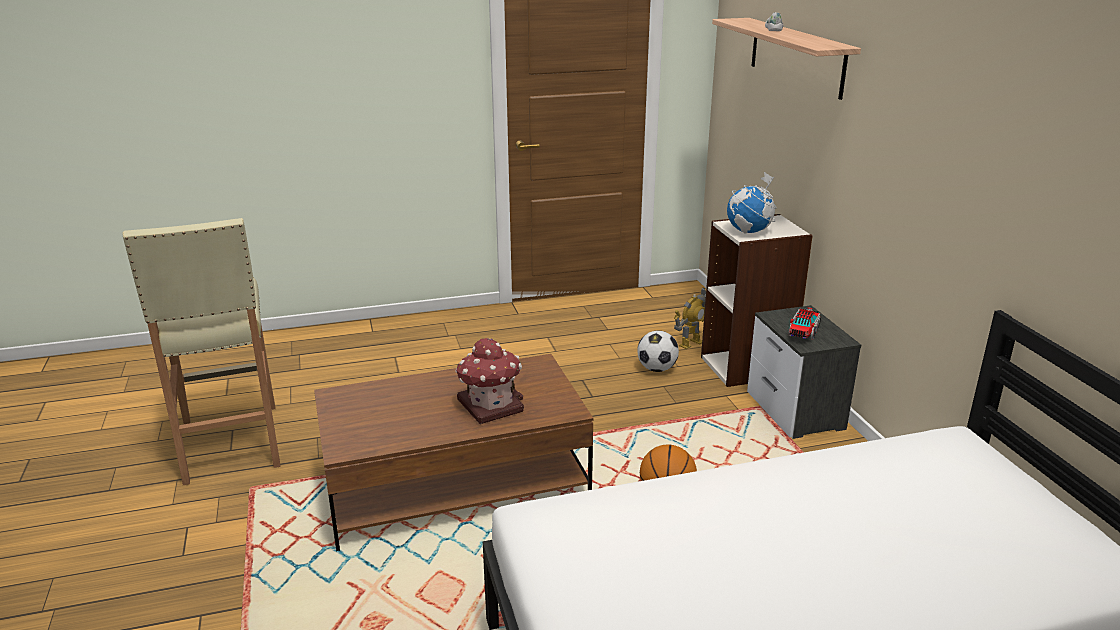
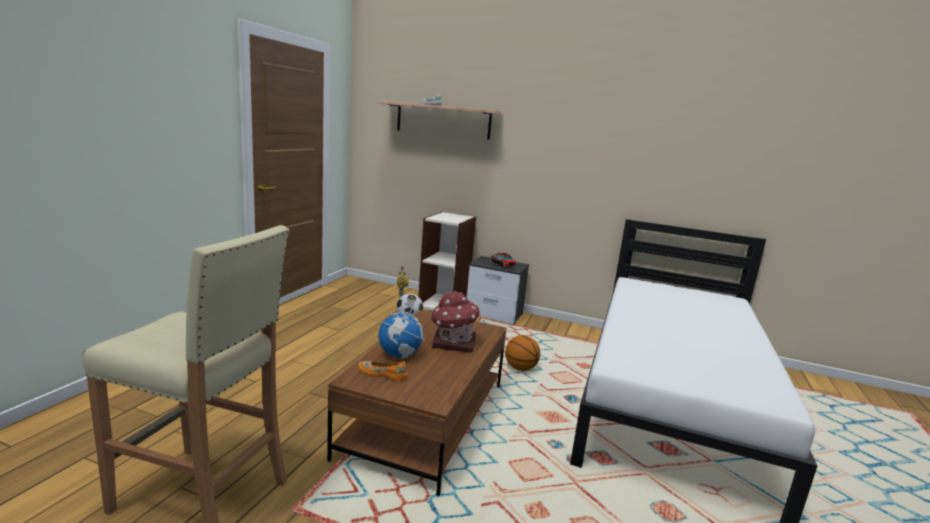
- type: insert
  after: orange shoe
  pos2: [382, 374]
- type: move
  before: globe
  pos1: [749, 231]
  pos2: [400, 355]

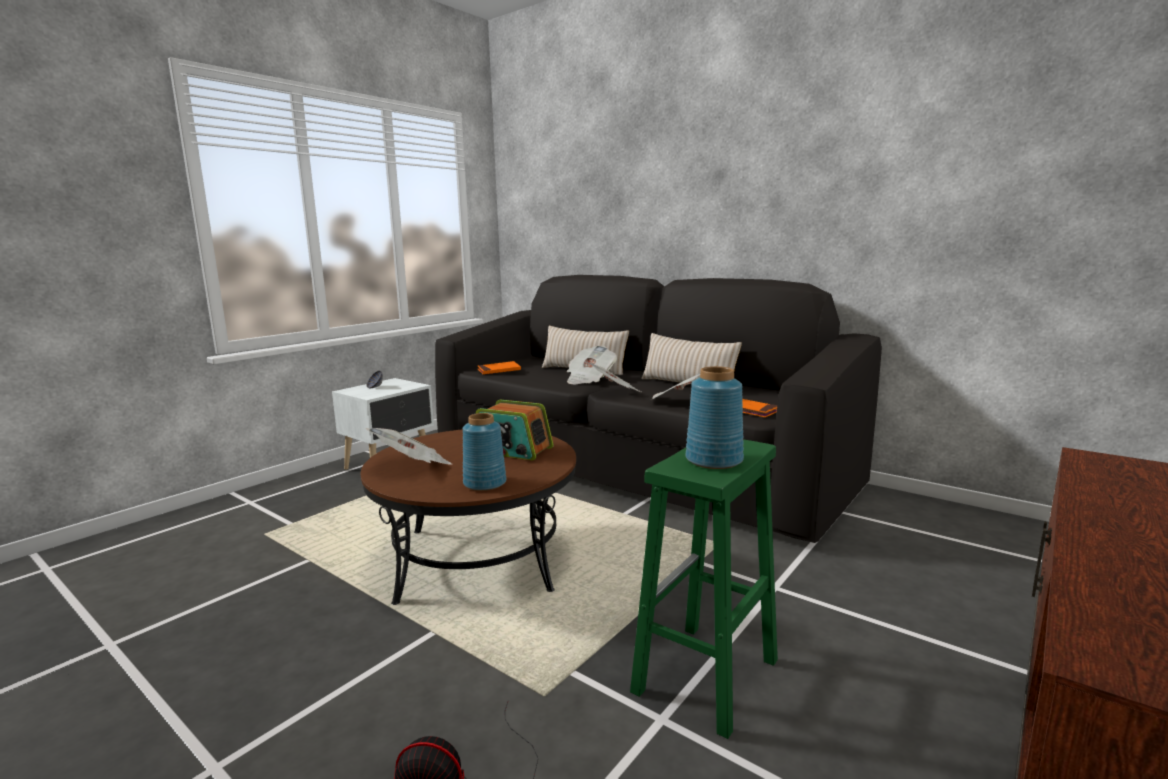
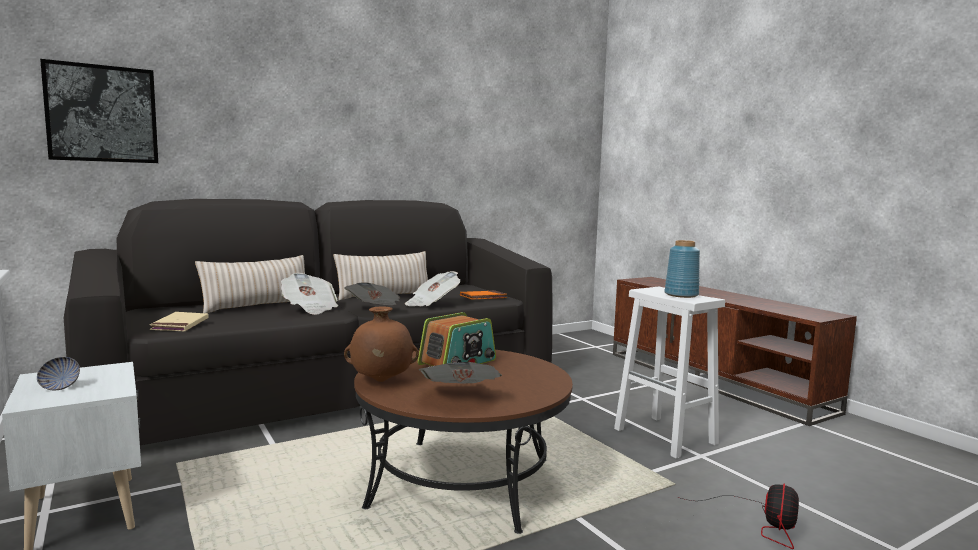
- type: insert
  after: picture
  pos2: [102, 114]
- type: recolor
  before: orange book
  after: beige book
  pos1: [499, 370]
  pos2: [180, 325]
- type: insert
  after: brown vase
  pos2: [381, 381]
- type: recolor
  before: green stool
  after: white stool
  pos1: [705, 677]
  pos2: [666, 437]
- type: delete
  before: blue vase
  pos1: [484, 483]

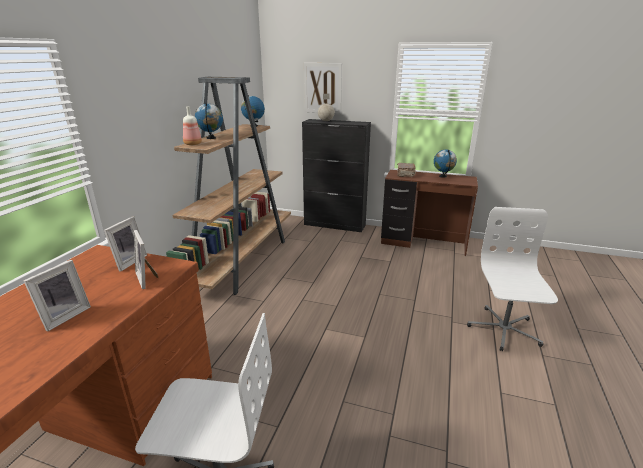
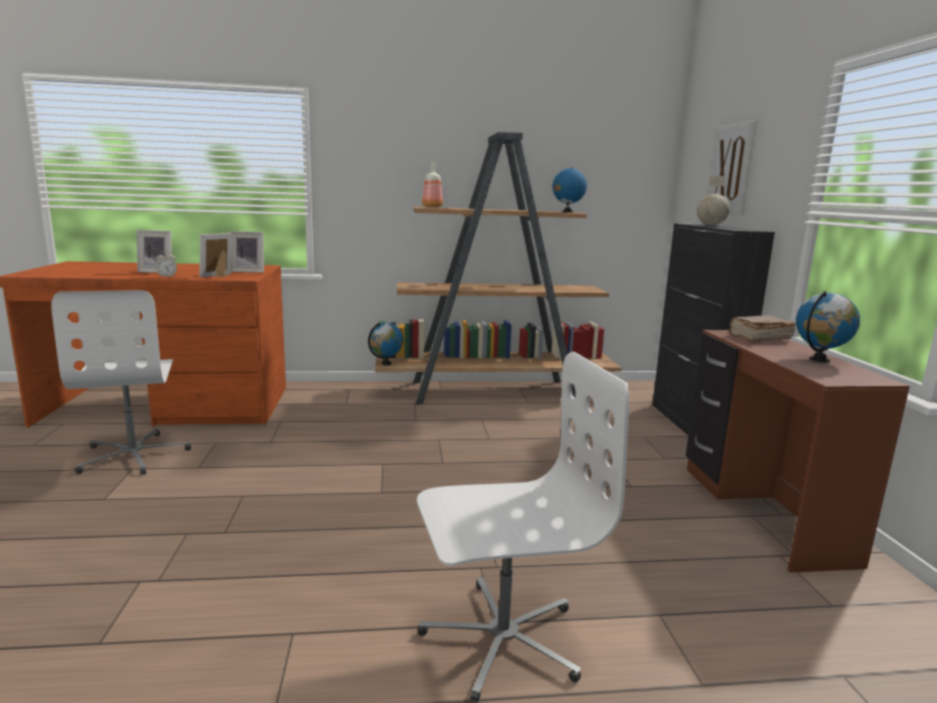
- type: insert
  after: alarm clock
  pos2: [167, 277]
- type: move
  before: globe
  pos1: [211, 138]
  pos2: [386, 363]

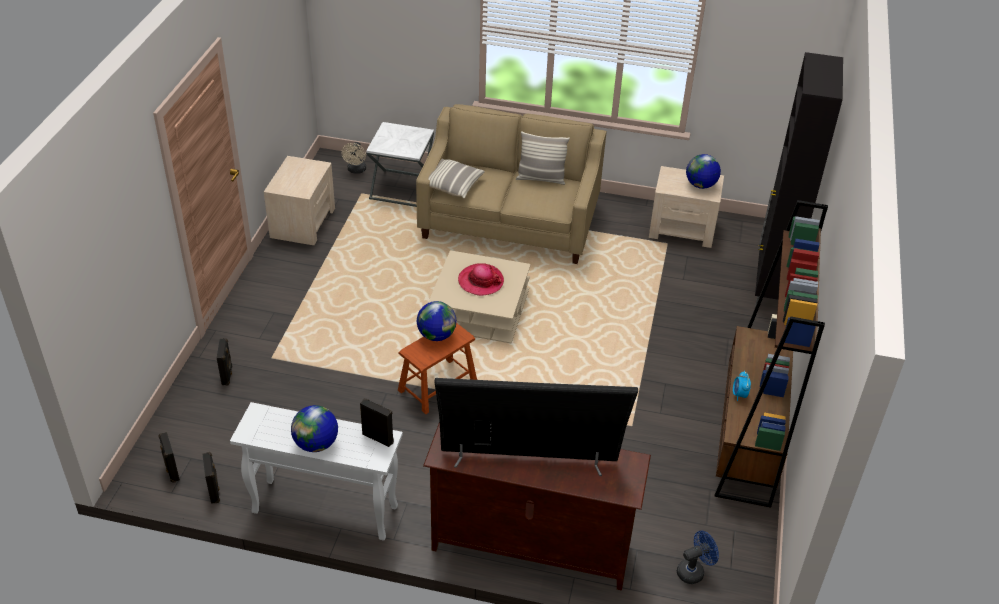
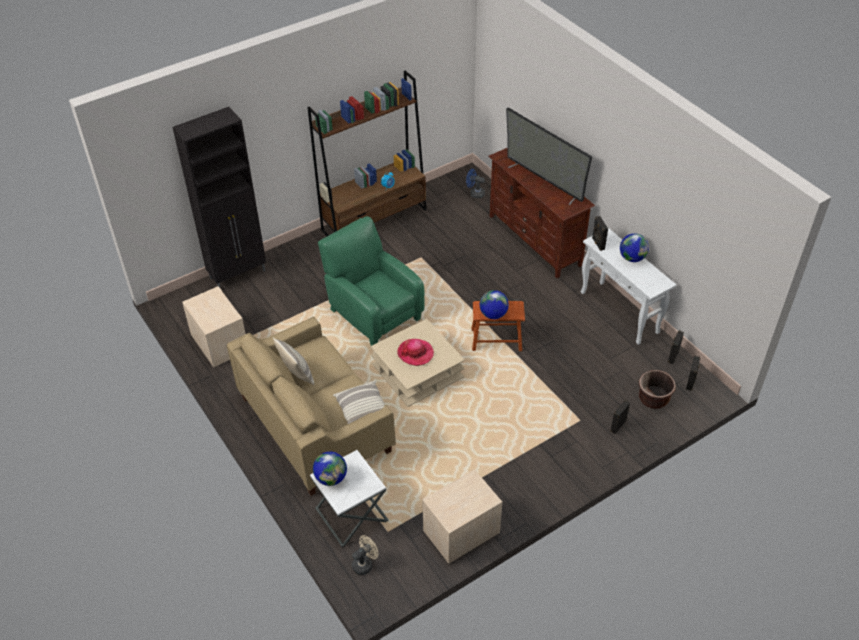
- type: move
  before: globe
  pos1: [700, 185]
  pos2: [331, 478]
- type: insert
  after: green armchair
  pos2: [373, 312]
- type: insert
  after: brown planter
  pos2: [653, 399]

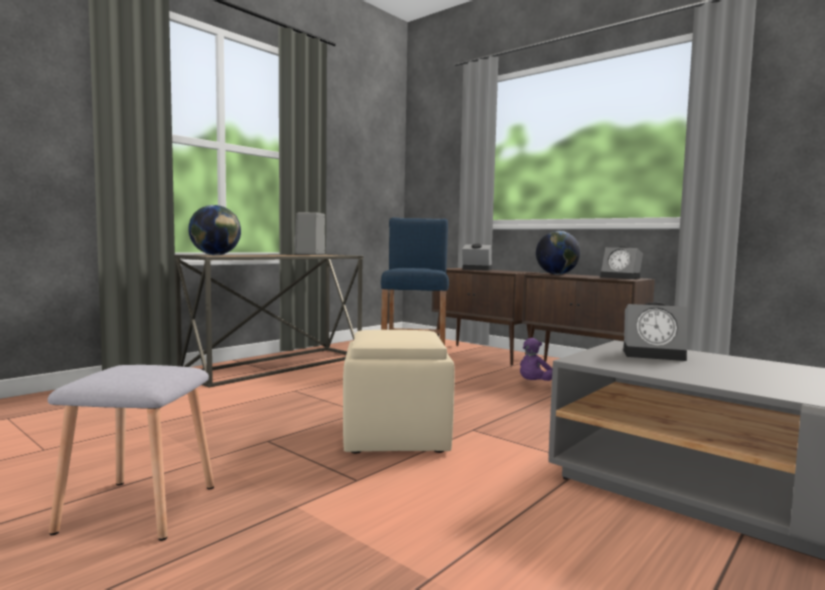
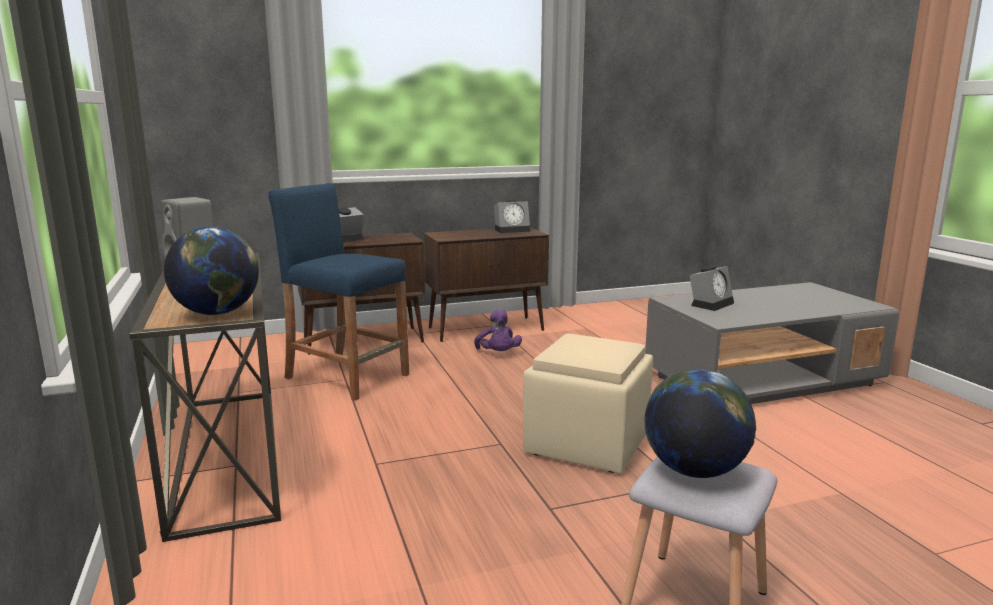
- type: move
  before: globe
  pos1: [557, 274]
  pos2: [694, 471]

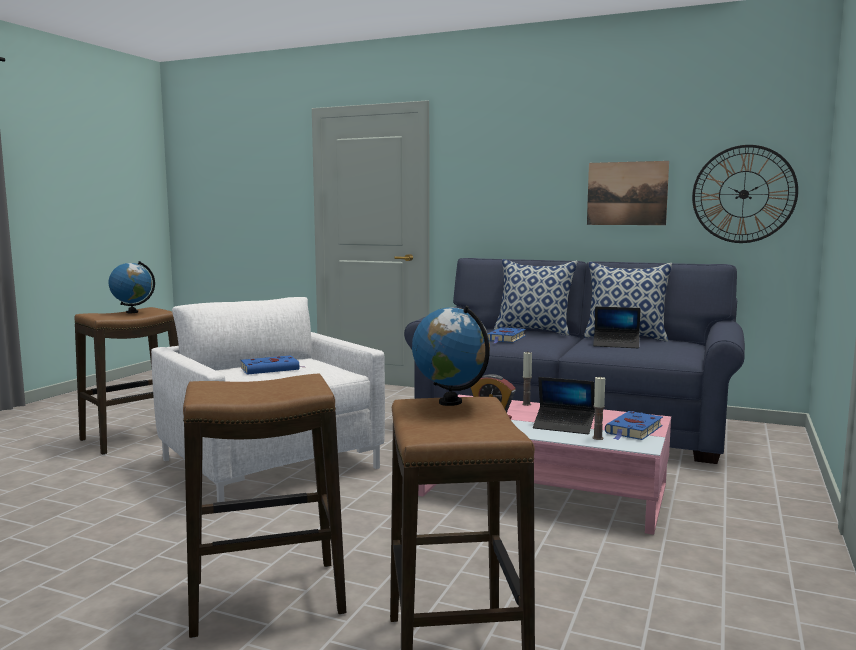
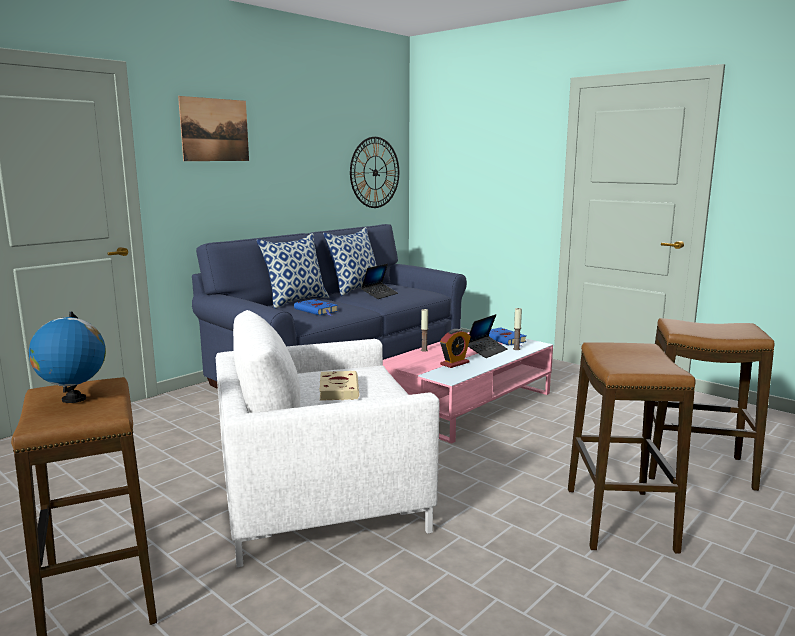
- type: move
  before: picture
  pos1: [627, 193]
  pos2: [215, 130]
- type: recolor
  before: blue book
  after: beige book
  pos1: [271, 369]
  pos2: [338, 389]
- type: delete
  before: globe
  pos1: [451, 402]

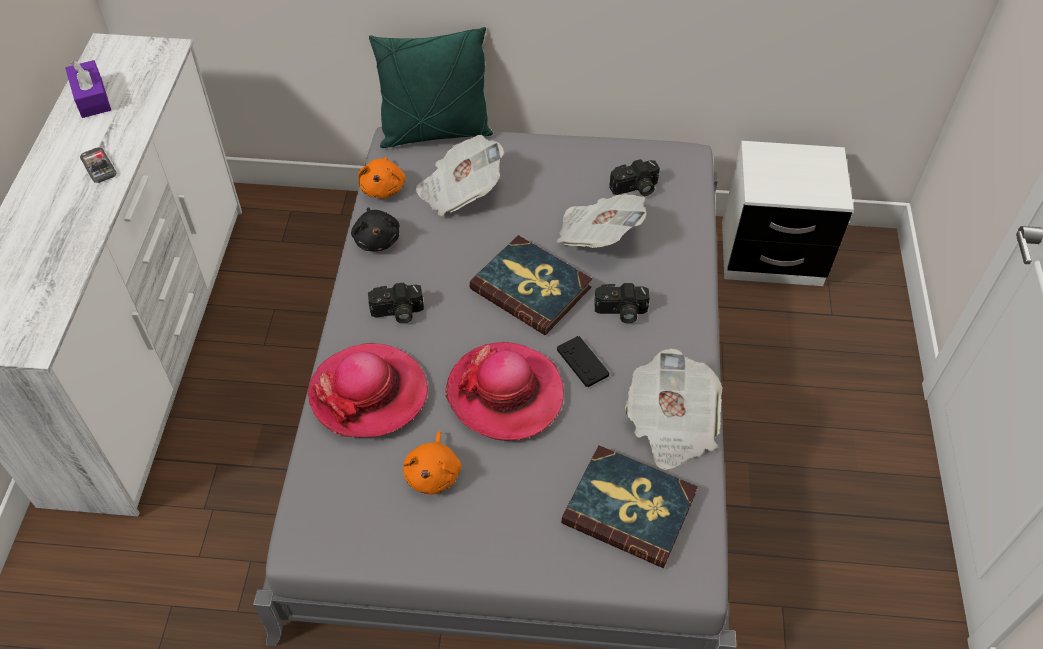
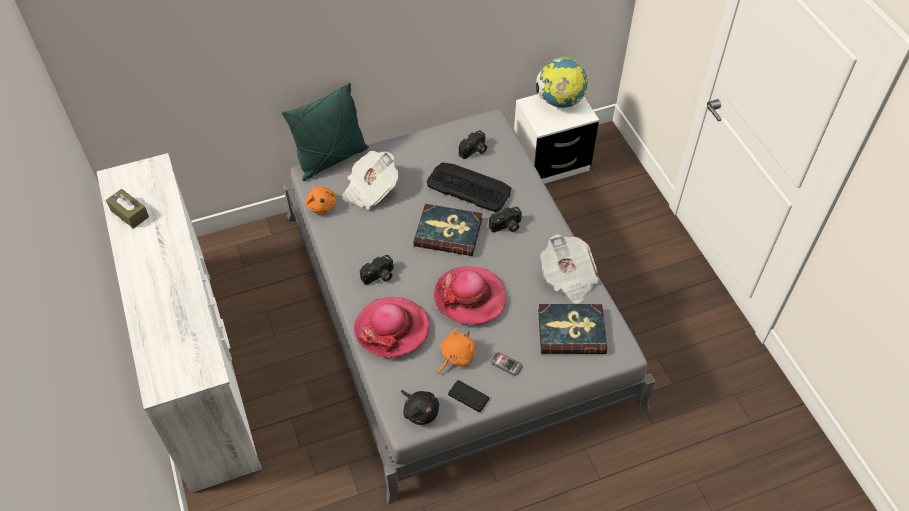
- type: recolor
  before: purple tissue box
  after: brown tissue box
  pos1: [92, 98]
  pos2: [129, 213]
- type: move
  before: black plush toy
  pos1: [377, 239]
  pos2: [420, 411]
- type: replace
  before: newspaper
  after: keyboard
  pos1: [597, 235]
  pos2: [468, 187]
- type: rotate
  before: orange plush toy
  pos1: [433, 473]
  pos2: [456, 357]
  turn: -120
- type: move
  before: black game controller
  pos1: [582, 362]
  pos2: [468, 396]
- type: move
  before: phone
  pos1: [98, 166]
  pos2: [506, 364]
- type: insert
  after: globe
  pos2: [560, 101]

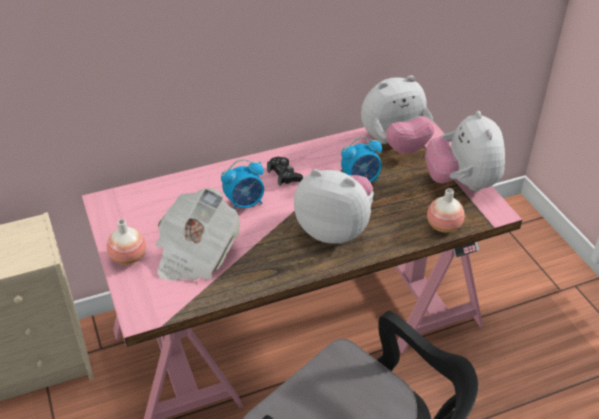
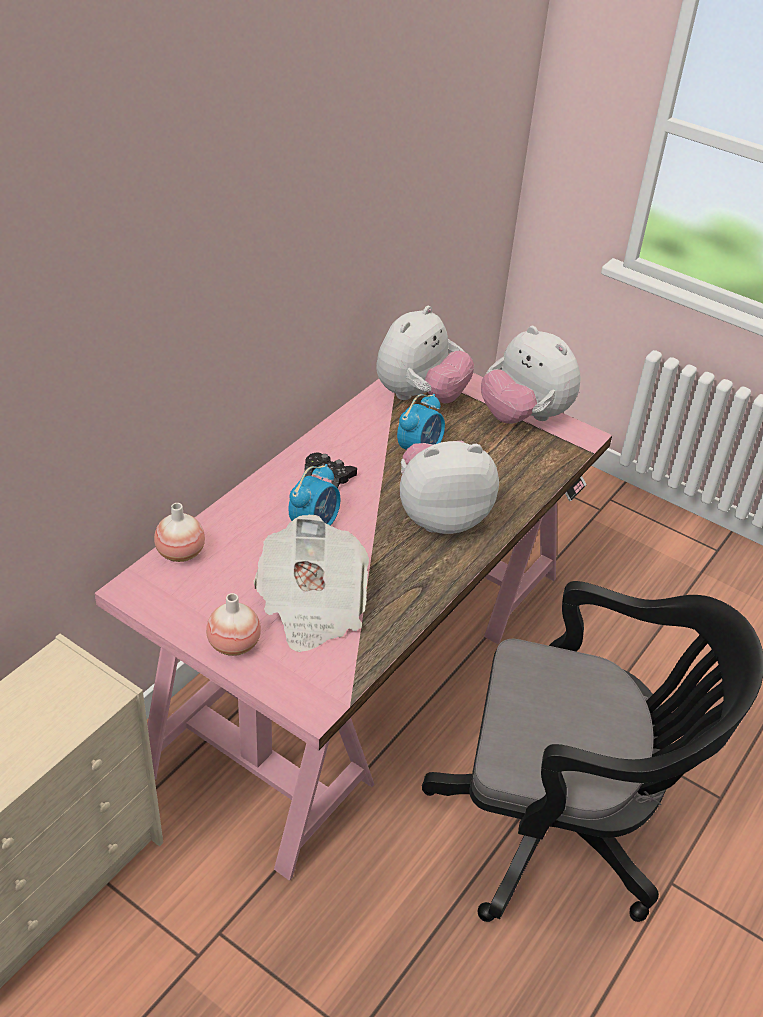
- type: move
  before: vase
  pos1: [443, 226]
  pos2: [180, 553]

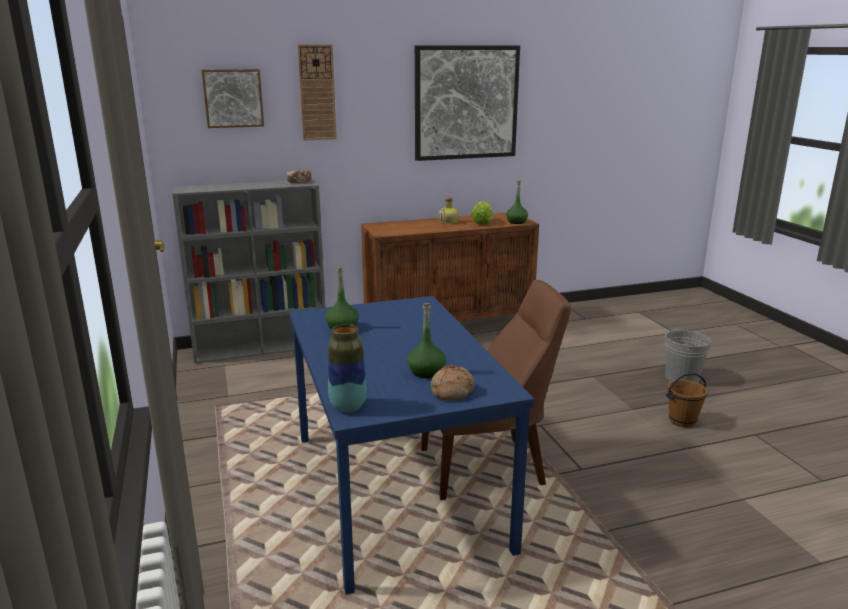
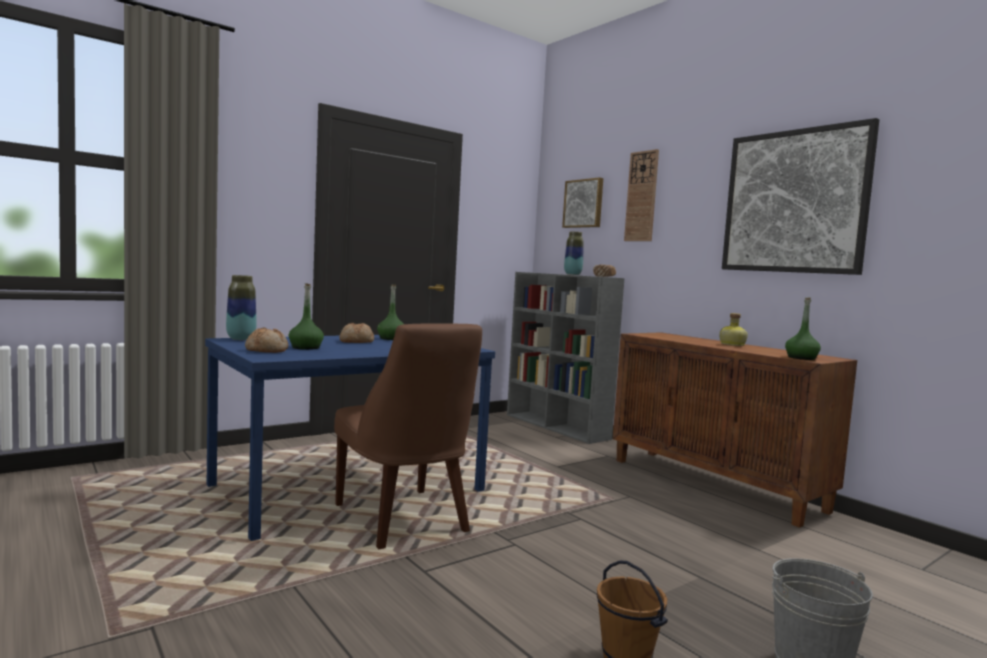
- type: insert
  after: bread
  pos2: [356, 342]
- type: insert
  after: vase
  pos2: [572, 274]
- type: delete
  before: lettuce
  pos1: [482, 222]

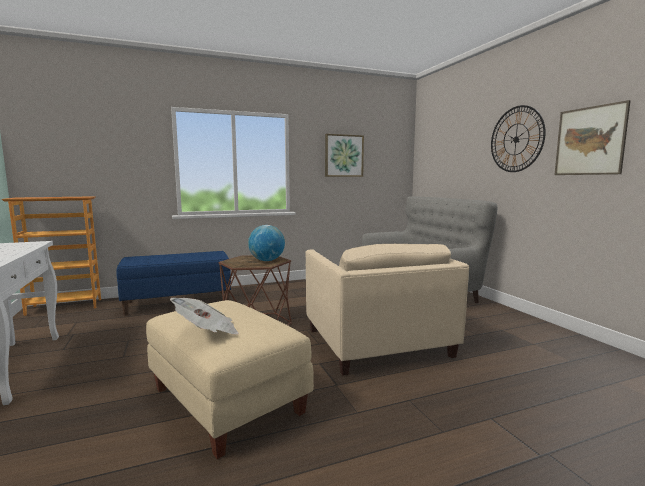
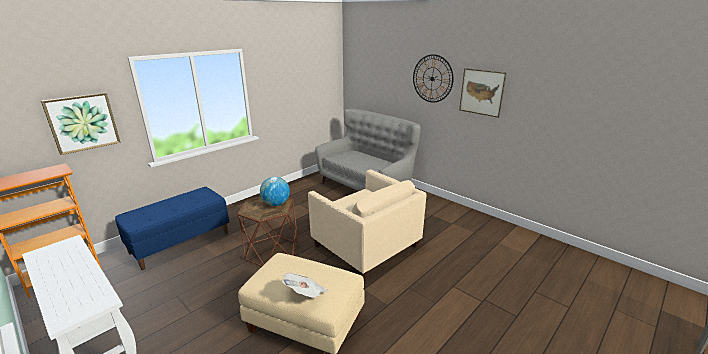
- type: move
  before: picture
  pos1: [344, 156]
  pos2: [83, 122]

